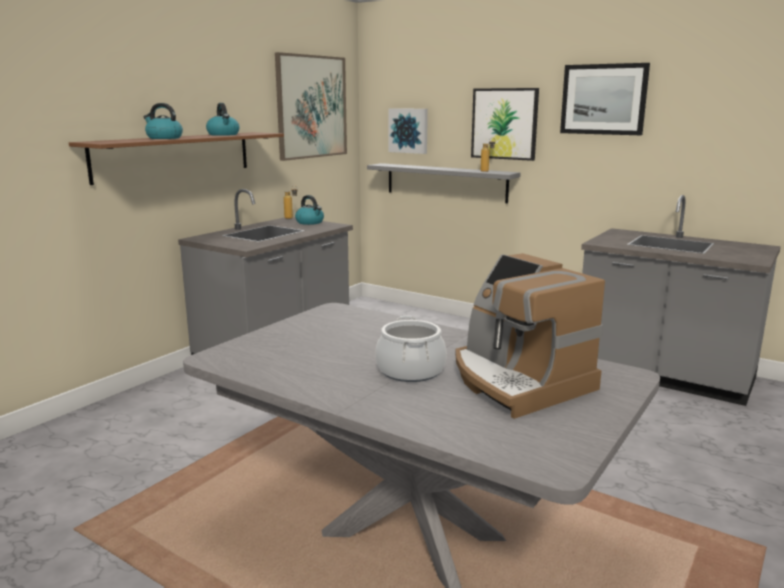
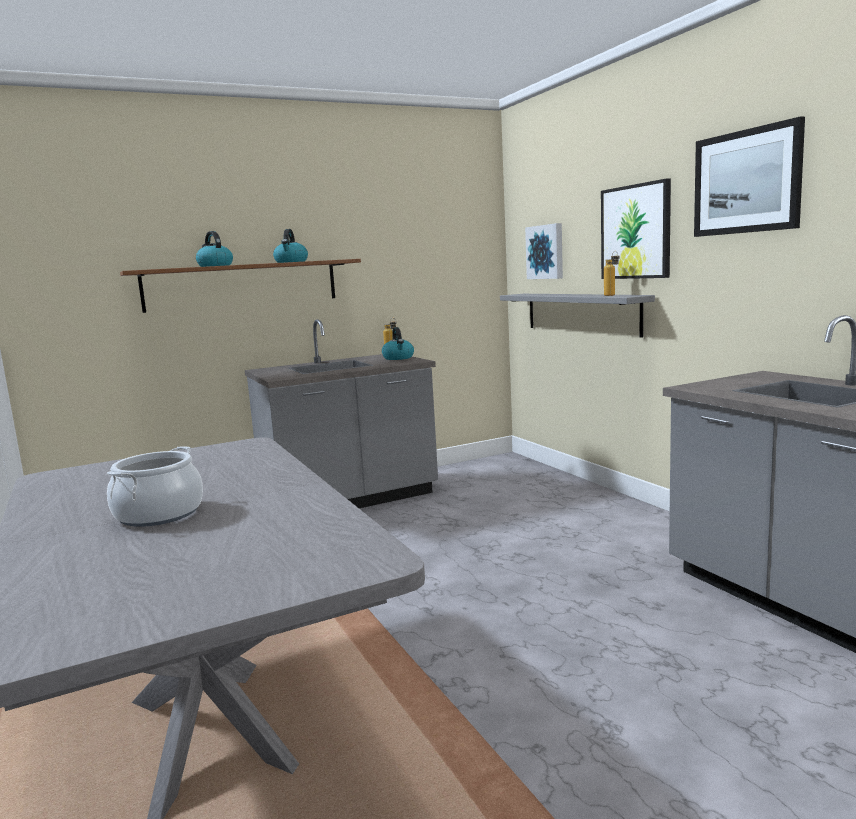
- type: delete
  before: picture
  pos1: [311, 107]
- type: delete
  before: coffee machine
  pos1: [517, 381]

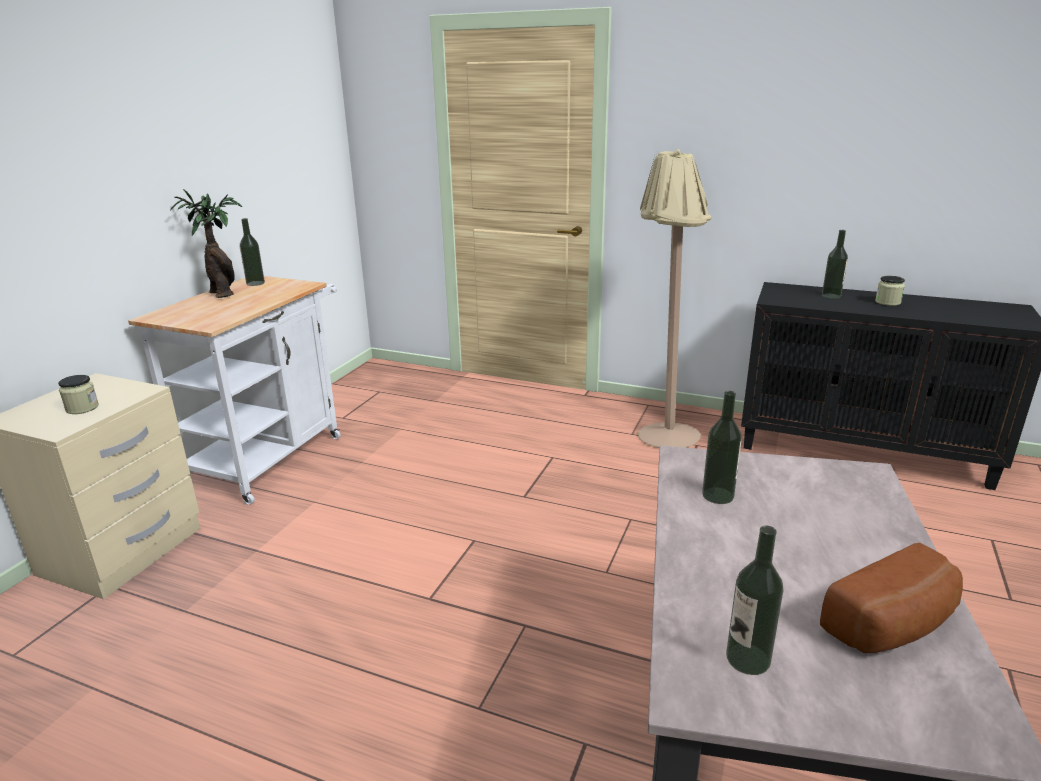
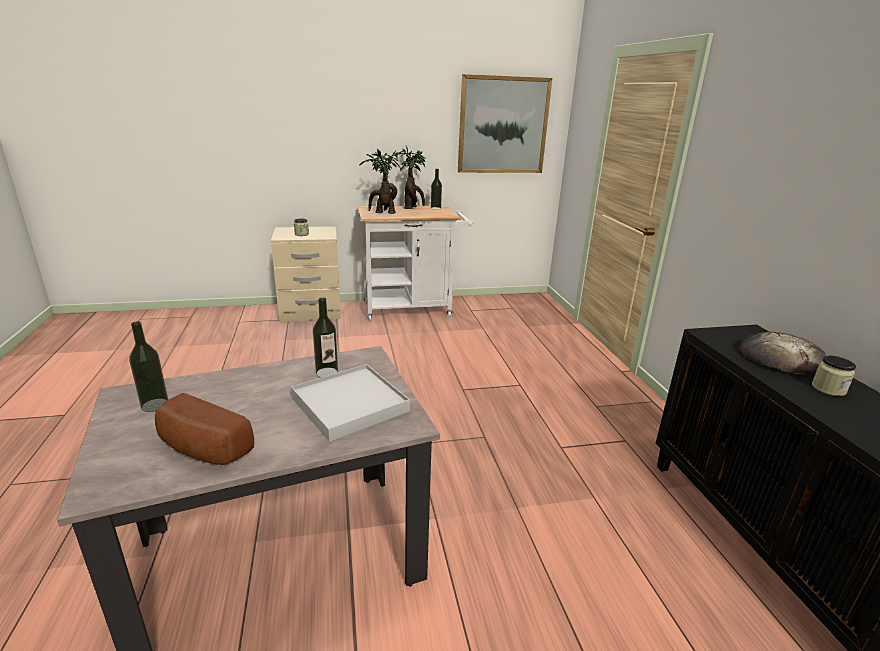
- type: insert
  after: white tray
  pos2: [349, 404]
- type: insert
  after: potted plant
  pos2: [383, 212]
- type: insert
  after: picture
  pos2: [503, 125]
- type: replace
  before: bottle
  after: bread
  pos1: [831, 296]
  pos2: [781, 357]
- type: delete
  before: beige floor lamp
  pos1: [662, 430]

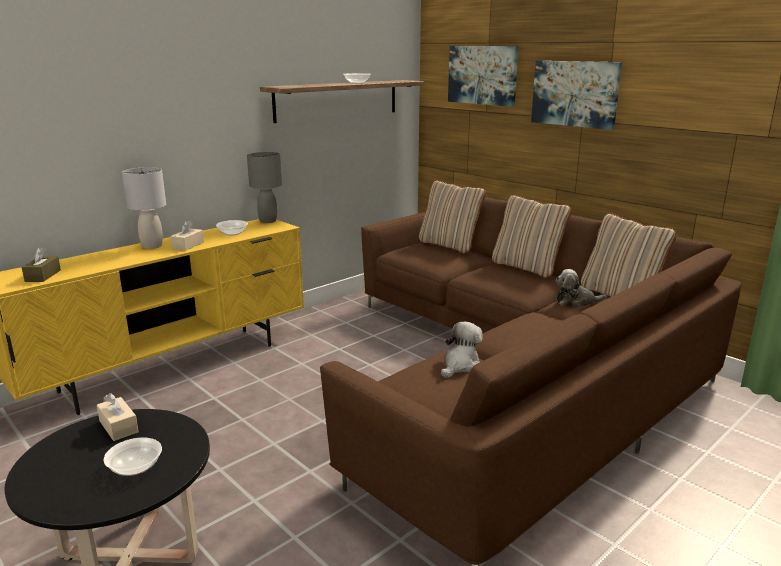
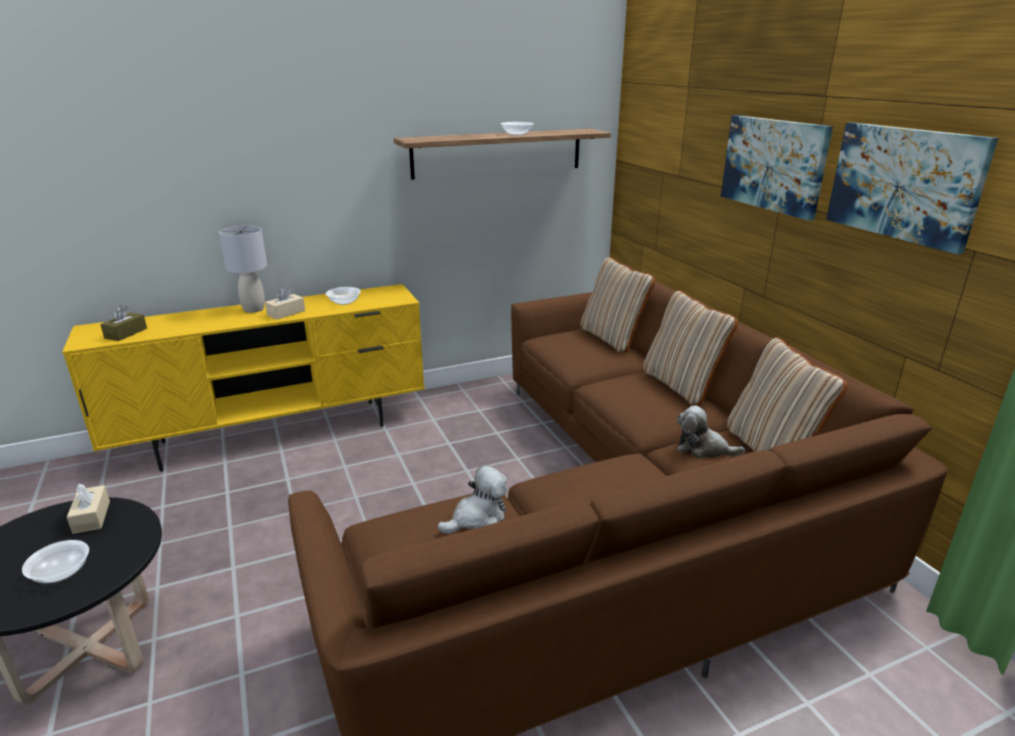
- type: move
  before: picture
  pos1: [482, 75]
  pos2: [904, 183]
- type: delete
  before: grey table lamp
  pos1: [268, 221]

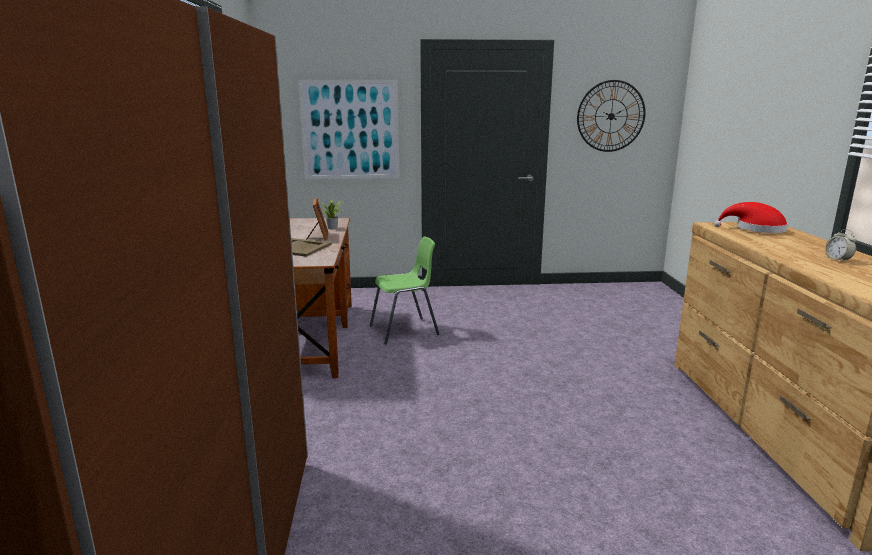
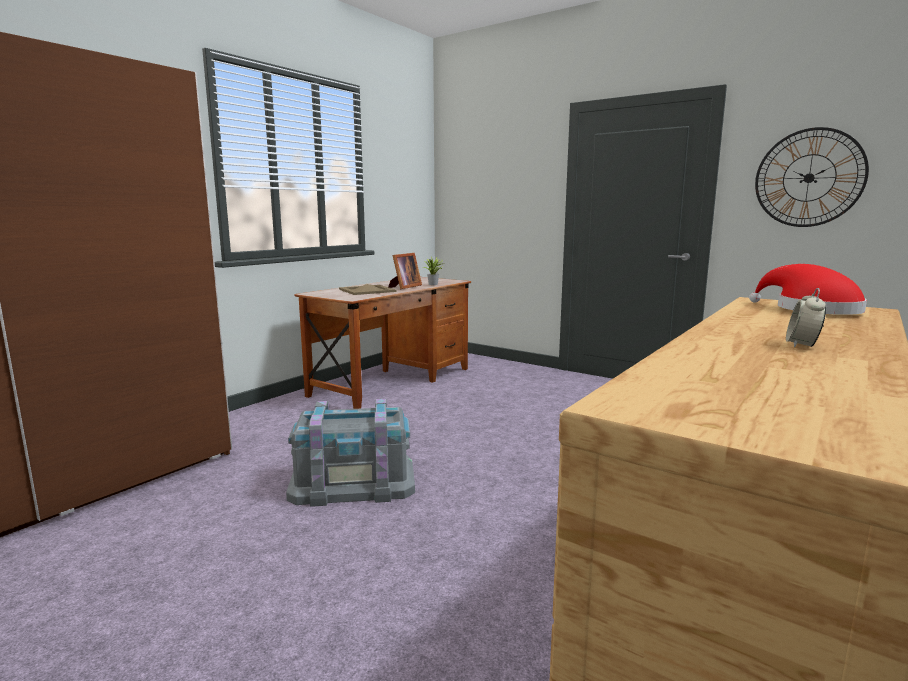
- type: insert
  after: grey storage box
  pos2: [353, 482]
- type: delete
  before: picture
  pos1: [350, 130]
- type: delete
  before: green chair
  pos1: [405, 330]

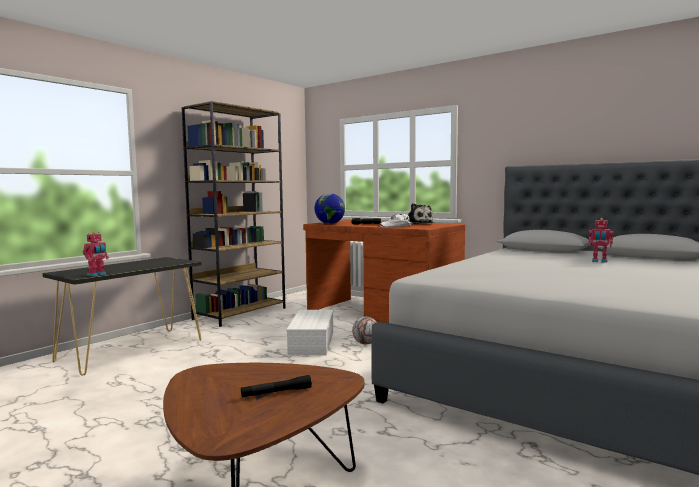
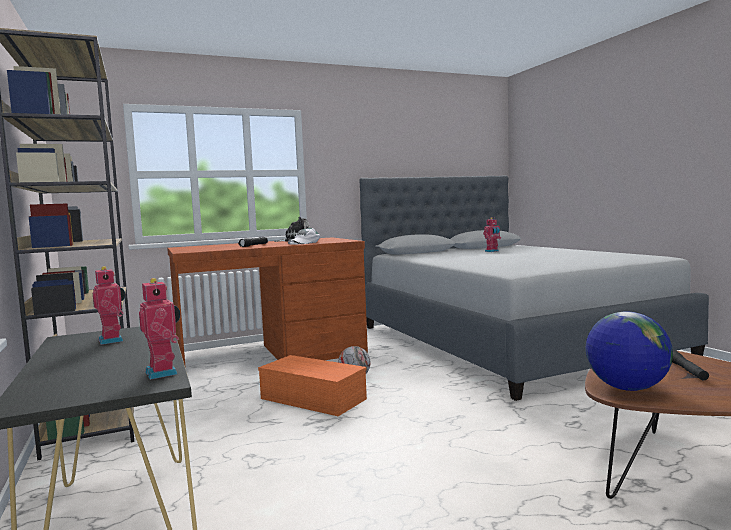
- type: insert
  after: toy robot
  pos2: [113, 340]
- type: recolor
  before: white storage box
  after: orange storage box
  pos1: [311, 342]
  pos2: [311, 399]
- type: move
  before: globe
  pos1: [330, 224]
  pos2: [626, 388]

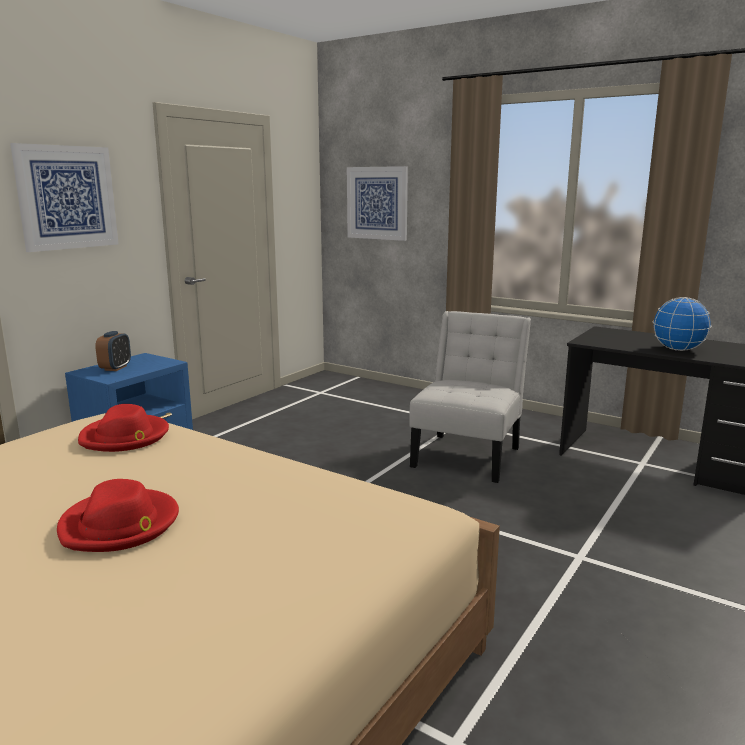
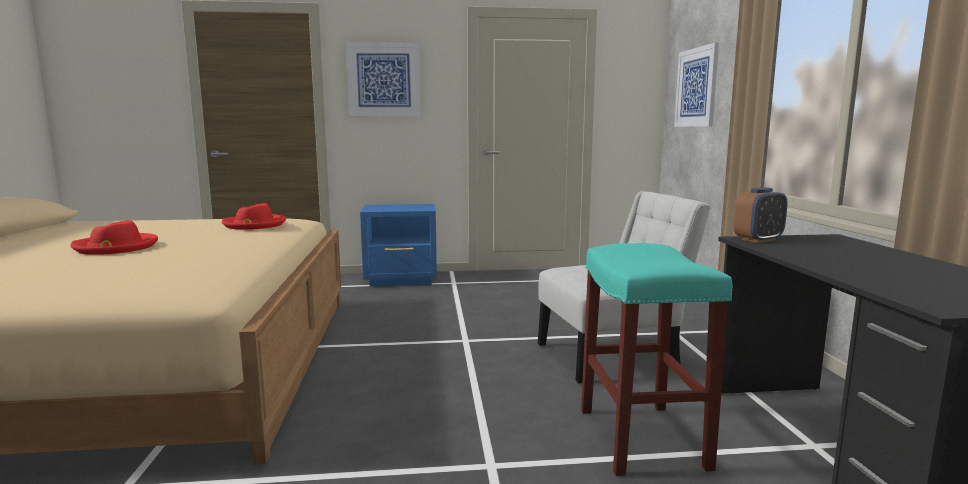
- type: insert
  after: turquoise stool
  pos2: [640, 437]
- type: move
  before: alarm clock
  pos1: [115, 368]
  pos2: [758, 240]
- type: delete
  before: globe
  pos1: [678, 350]

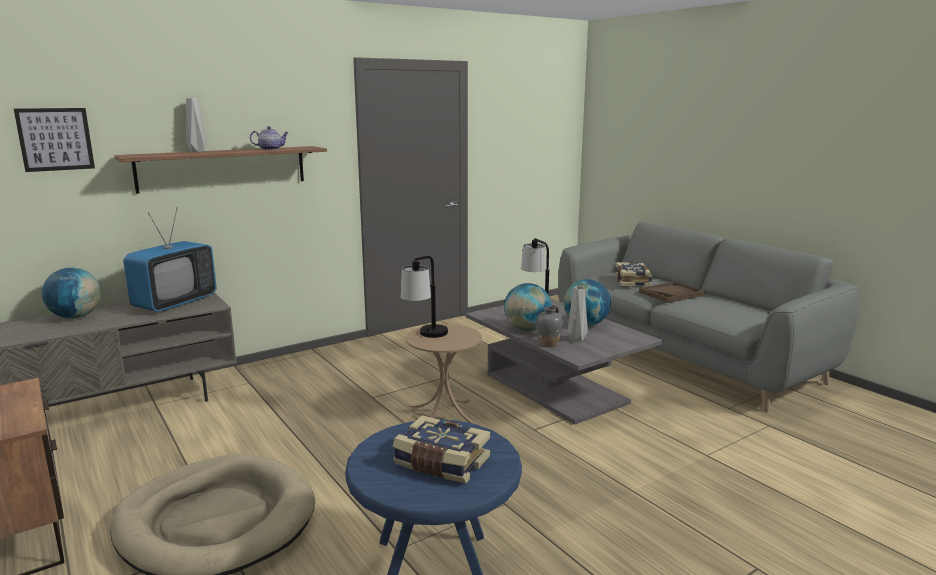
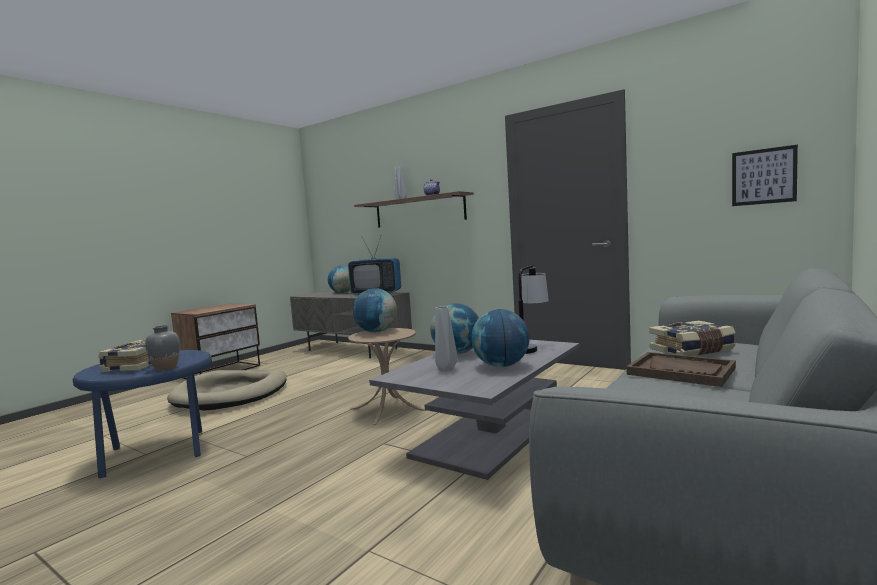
- type: move
  before: grey vase
  pos1: [548, 344]
  pos2: [166, 368]
- type: replace
  before: table lamp
  after: globe
  pos1: [426, 337]
  pos2: [376, 332]
- type: move
  before: picture
  pos1: [55, 139]
  pos2: [763, 176]

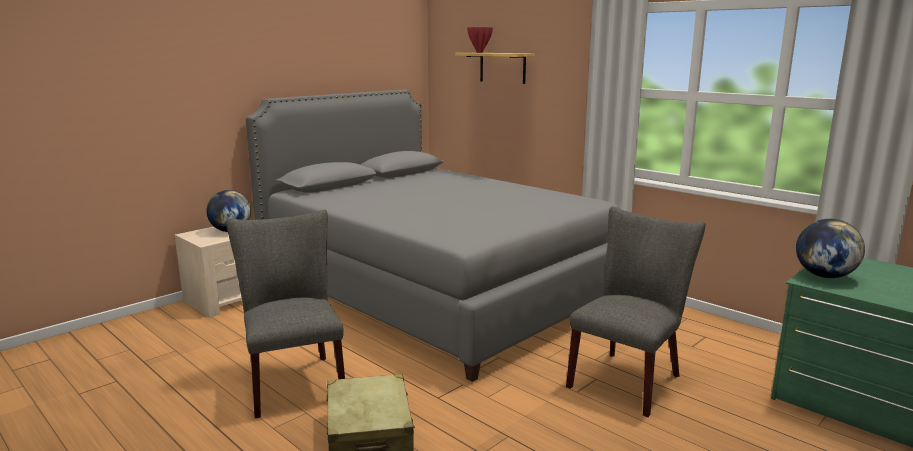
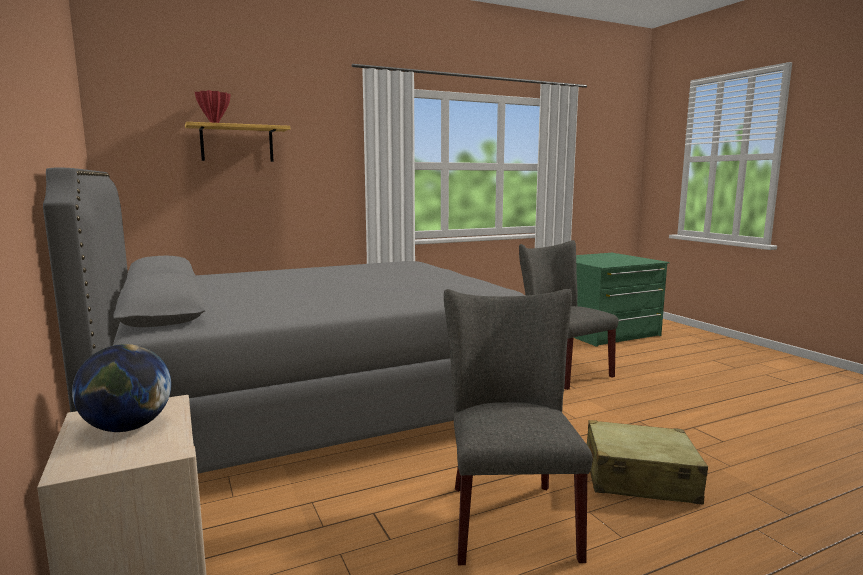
- type: rotate
  before: grey chair
  pos1: [294, 381]
  pos2: [508, 515]
  turn: 90
- type: delete
  before: globe
  pos1: [824, 276]

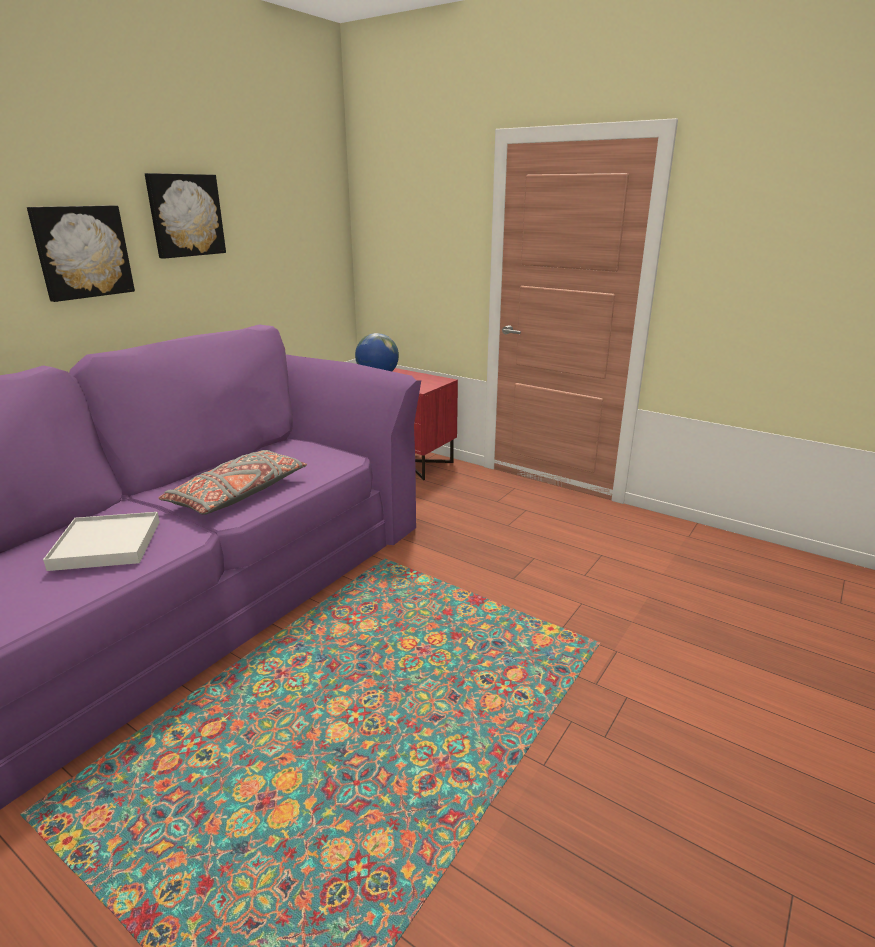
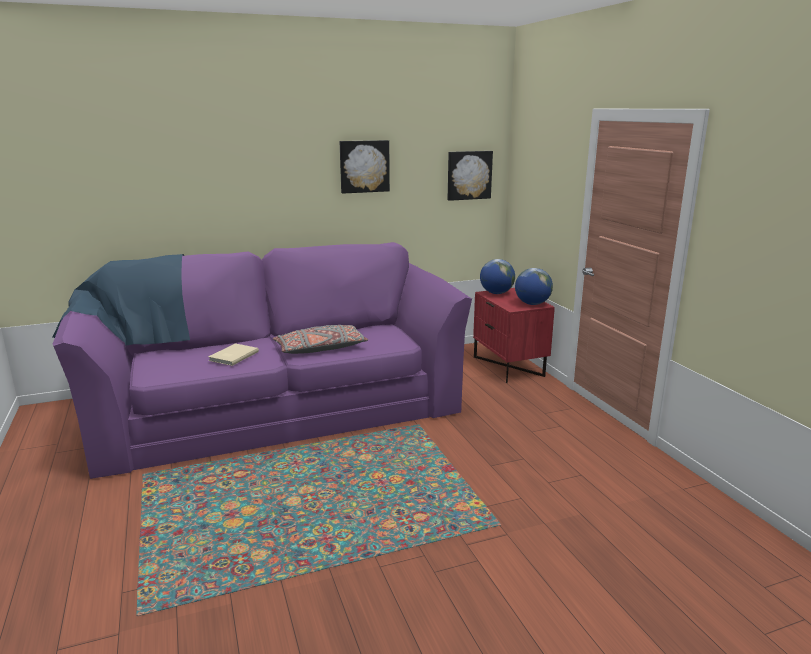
- type: replace
  before: white tray
  after: beige book
  pos1: [106, 545]
  pos2: [232, 356]
- type: move
  before: picture
  pos1: [82, 252]
  pos2: [468, 175]
- type: insert
  after: globe
  pos2: [532, 304]

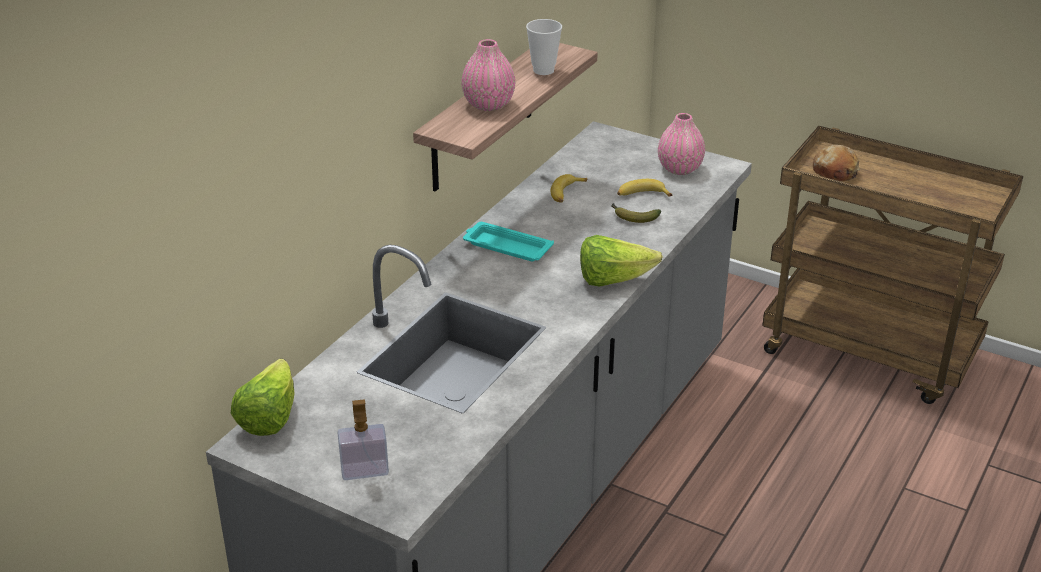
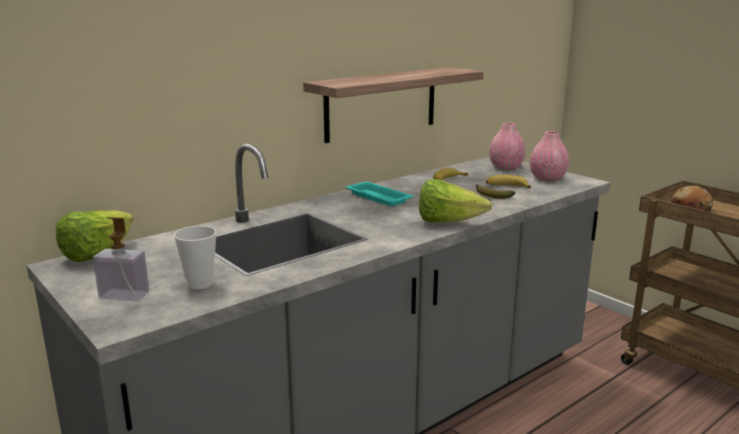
- type: move
  before: cup
  pos1: [543, 70]
  pos2: [200, 284]
- type: move
  before: pink vase
  pos1: [488, 104]
  pos2: [506, 167]

